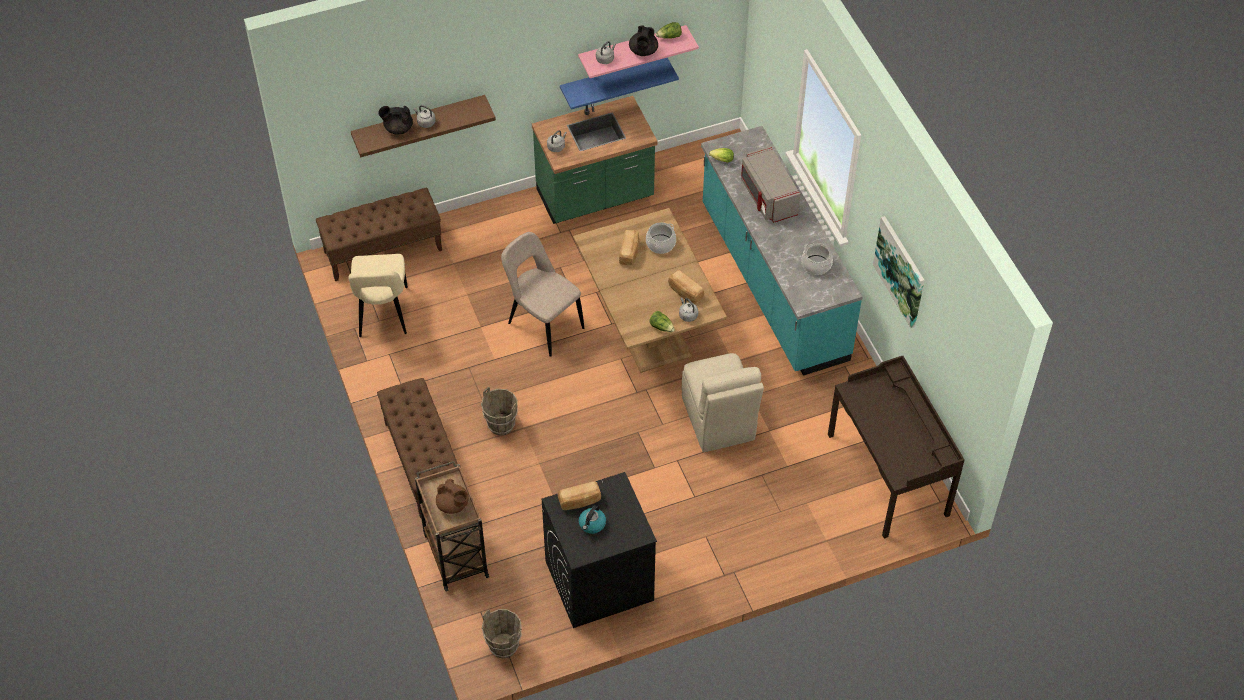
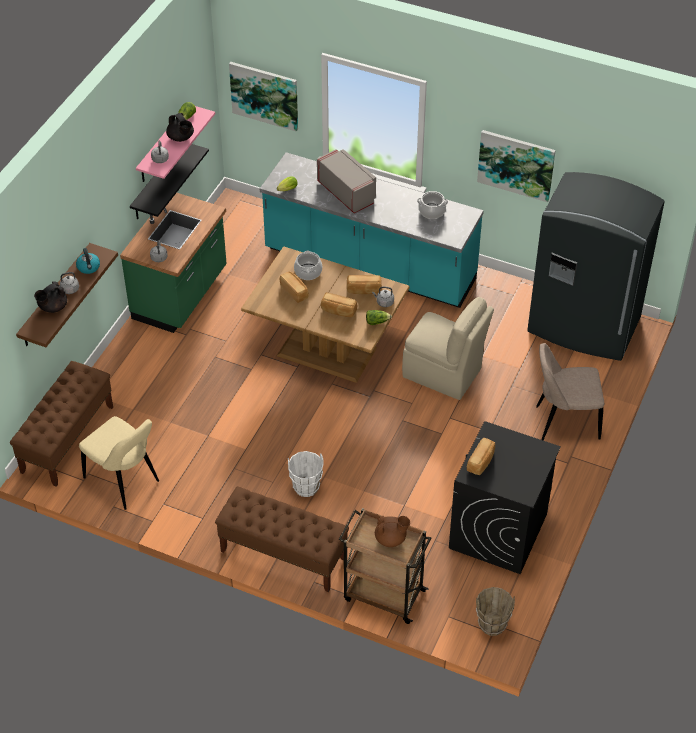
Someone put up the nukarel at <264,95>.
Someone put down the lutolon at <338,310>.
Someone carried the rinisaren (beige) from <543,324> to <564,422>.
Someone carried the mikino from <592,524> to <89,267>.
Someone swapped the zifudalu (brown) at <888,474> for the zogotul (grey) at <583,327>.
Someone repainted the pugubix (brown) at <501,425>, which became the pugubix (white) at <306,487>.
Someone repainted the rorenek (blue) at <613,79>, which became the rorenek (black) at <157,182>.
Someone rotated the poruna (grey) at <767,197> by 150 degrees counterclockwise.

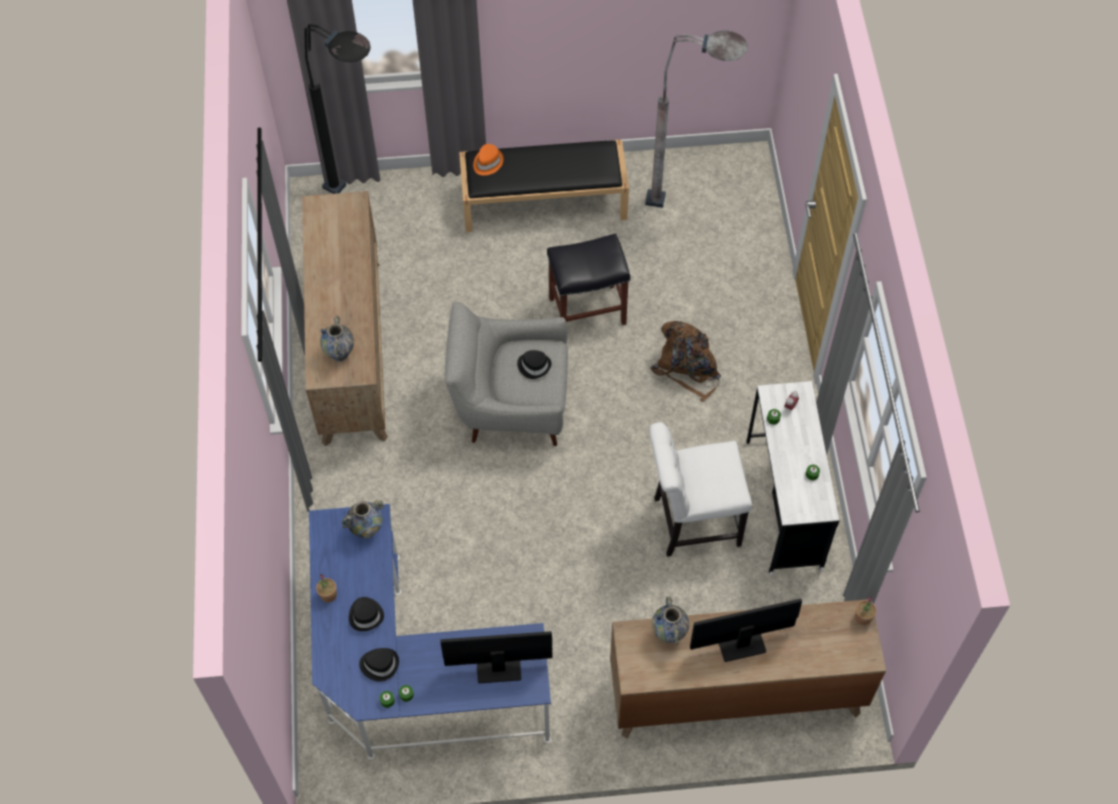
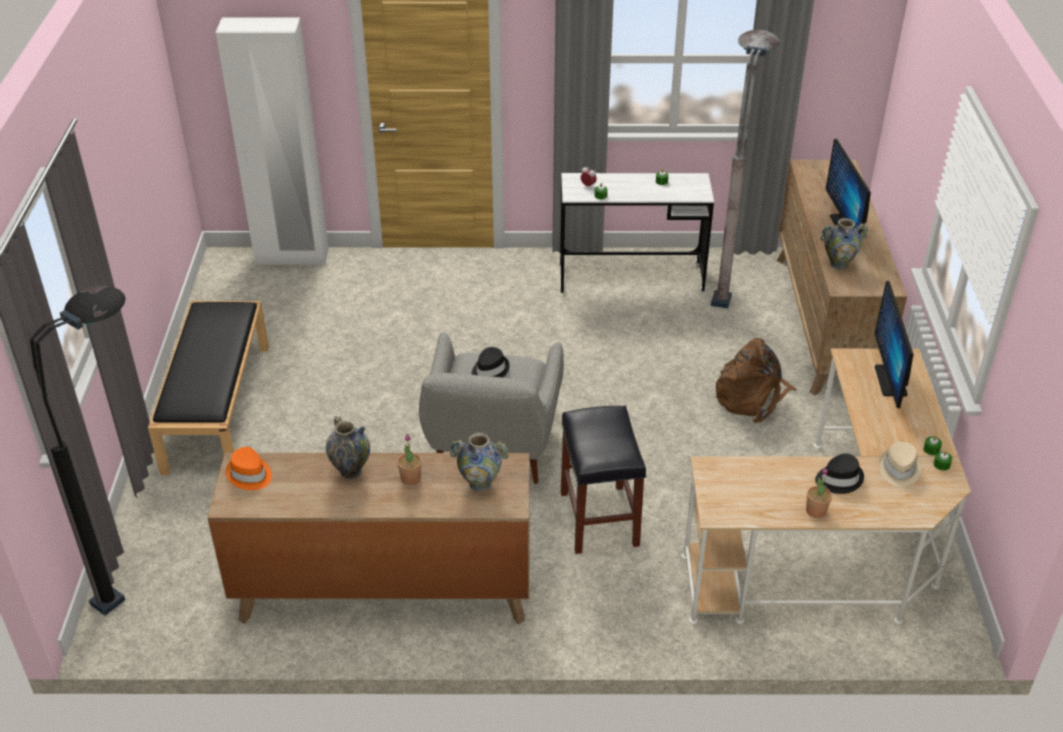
Someone took away the rinisaren (white) at <691,522>.
Someone put down the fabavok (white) at <292,257>.
Someone carried the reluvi from <367,530> to <351,471>.
Someone carried the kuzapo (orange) from <487,162> to <249,475>.
Someone carried the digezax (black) from <588,310> to <598,518>.
Someone carried the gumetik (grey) from <691,205> to <728,279>.
Someone carried the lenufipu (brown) from <687,367> to <752,397>.
Someone carried the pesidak from <863,617> to <410,478>.
Someone repainted the zifudalu (blue) at <411,674>, which became the zifudalu (beige) at <831,548>.
Someone repainted the kuzapo (black) at <379,664>, which became the kuzapo (beige) at <898,469>.

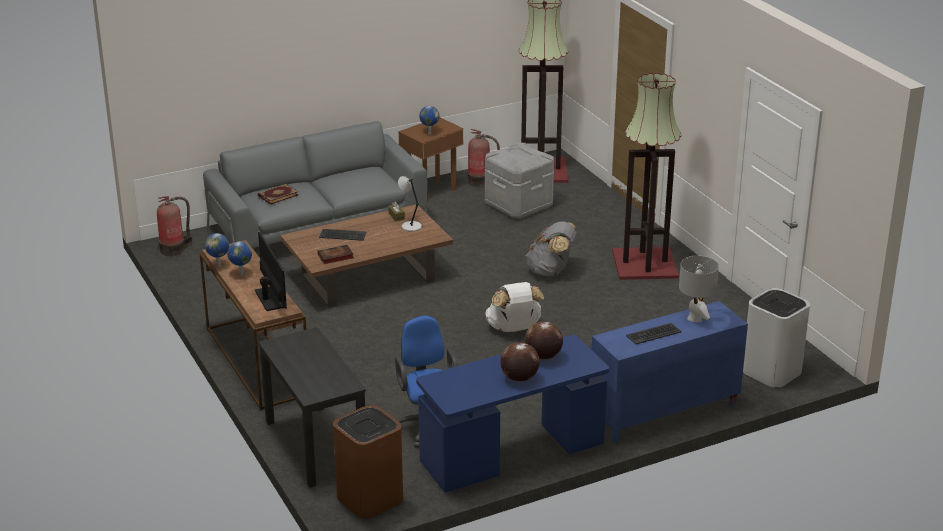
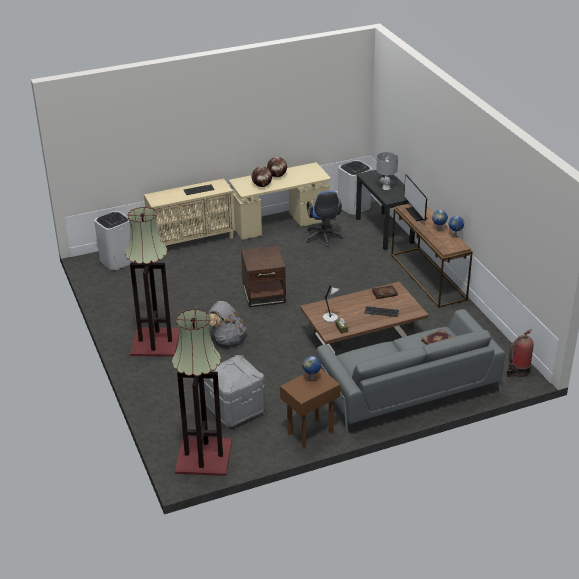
Someone took away the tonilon at <481,182>.
Someone carried the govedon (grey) from <695,318> to <386,187>.
Someone swapped the lenufipu (white) at <514,328> for the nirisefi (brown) at <264,294>.
Someone repainted the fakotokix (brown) at <369,499>, which became the fakotokix (white) at <354,206>.
Someone repainted the zifudalu (blue) at <512,454>, which became the zifudalu (beige) at <280,223>.
Someone repainted the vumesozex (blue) at <663,414>, which became the vumesozex (beige) at <192,240>.

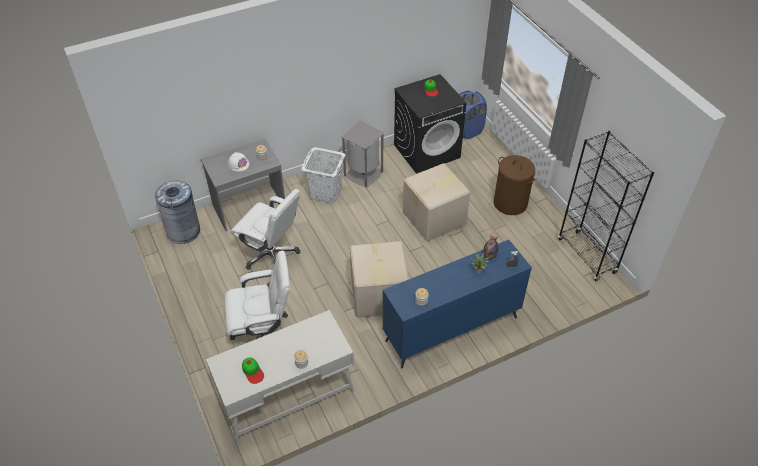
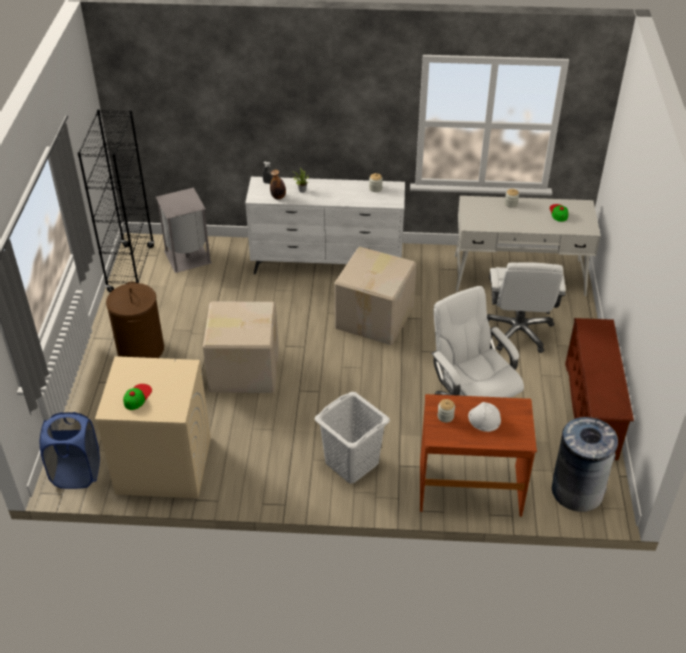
Someone put down the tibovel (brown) at <592,411>.
Someone carried the fakotokix (grey) from <363,174> to <188,256>.
Someone repainted the zifudalu (grey) at <249,208>, which became the zifudalu (brown) at <470,487>.
Someone repainted the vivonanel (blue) at <451,329>, which became the vivonanel (white) at <327,265>.
Someone repainted the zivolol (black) at <427,151>, which became the zivolol (beige) at <163,465>.
Someone rotated the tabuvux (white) at <263,333> by 105 degrees counterclockwise.

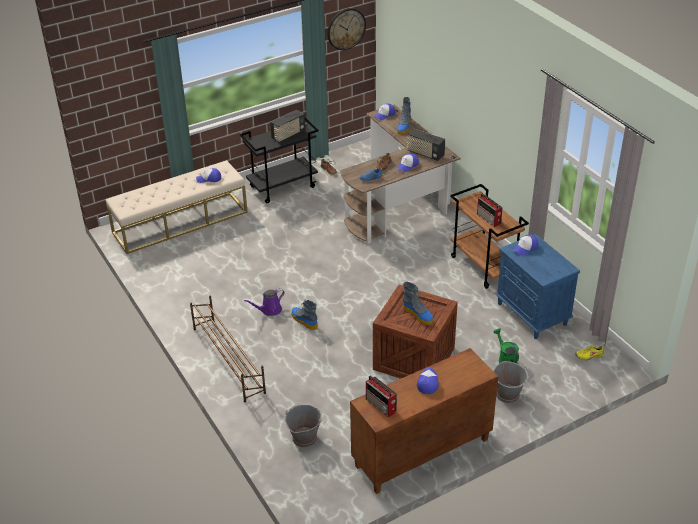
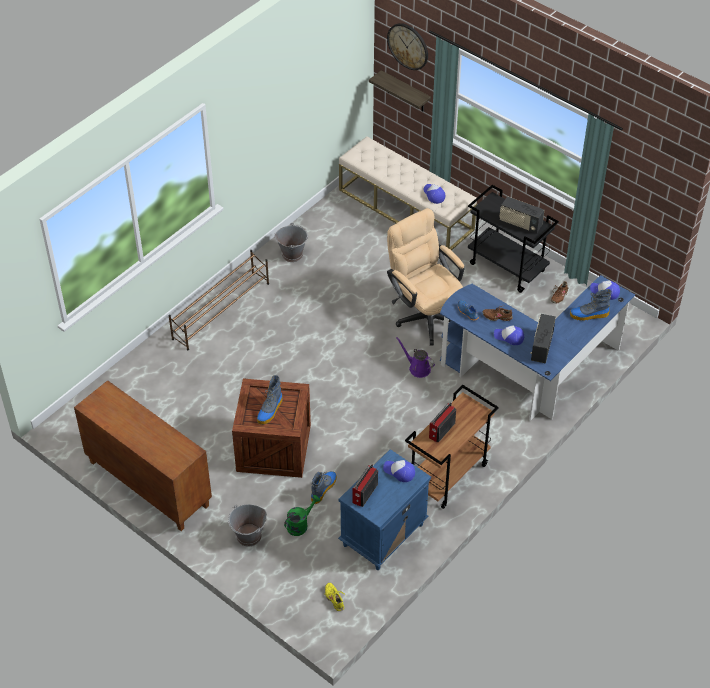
Someone took away the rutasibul at <427,382>.
Someone put up the rorenek at <405,92>.
Someone put down the tabuvux (beige) at <425,313>.
Someone carried the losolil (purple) from <269,310> to <417,368>.
Someone carried the pugubix (grey) from <304,438> to <292,254>.
Someone carried the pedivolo from <303,320> to <323,488>.
Someone carried the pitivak from <346,29> to <408,46>.
Someone carried the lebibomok from <381,406> to <364,494>.
Someone repainted the zifudalu (brown) at <399,202>, which became the zifudalu (blue) at <530,372>.

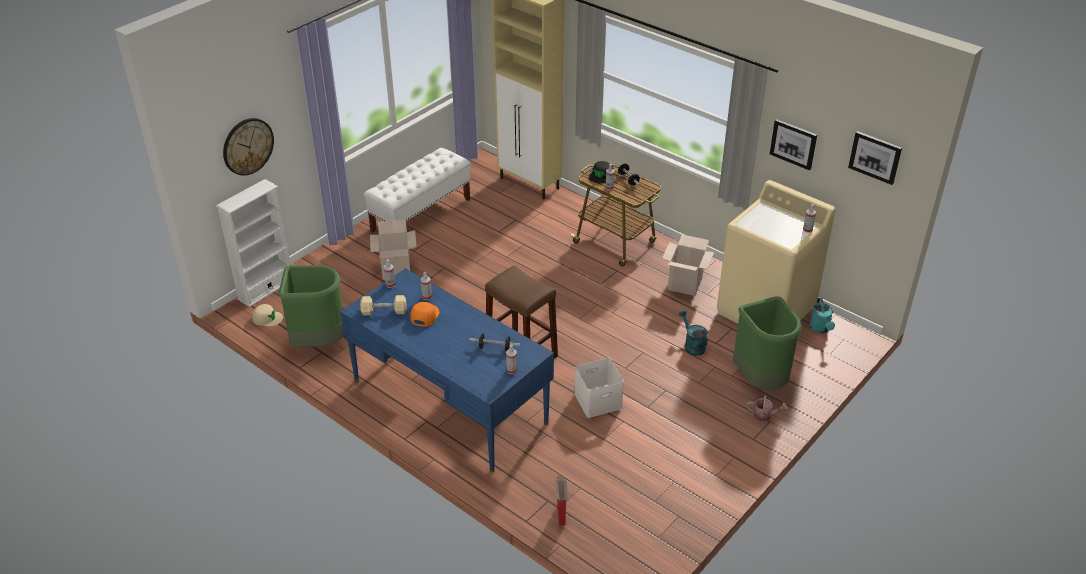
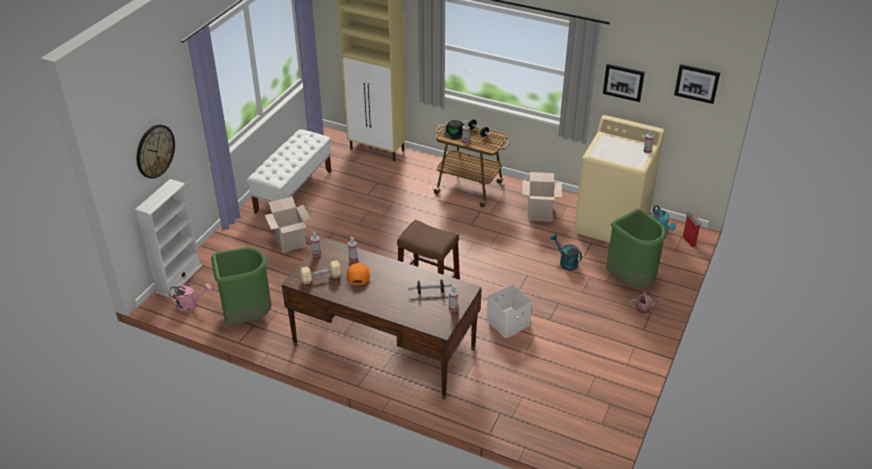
Someone carried the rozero from <561,514> to <688,241>.
Someone swapped the rutasibul (beige) at <267,318> for the losolil (pink) at <191,304>.
Someone repainted the zifudalu (blue) at <449,402>, which became the zifudalu (brown) at <384,347>.

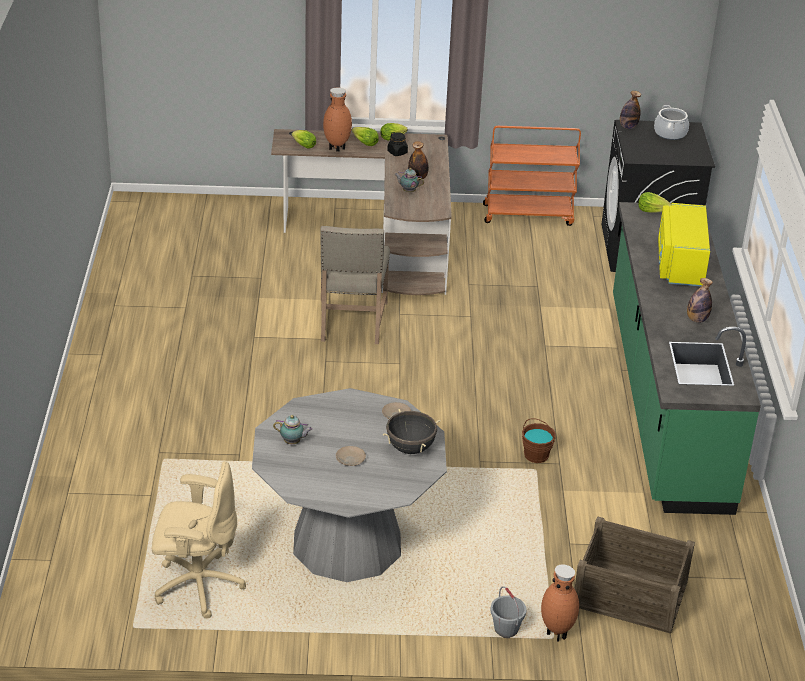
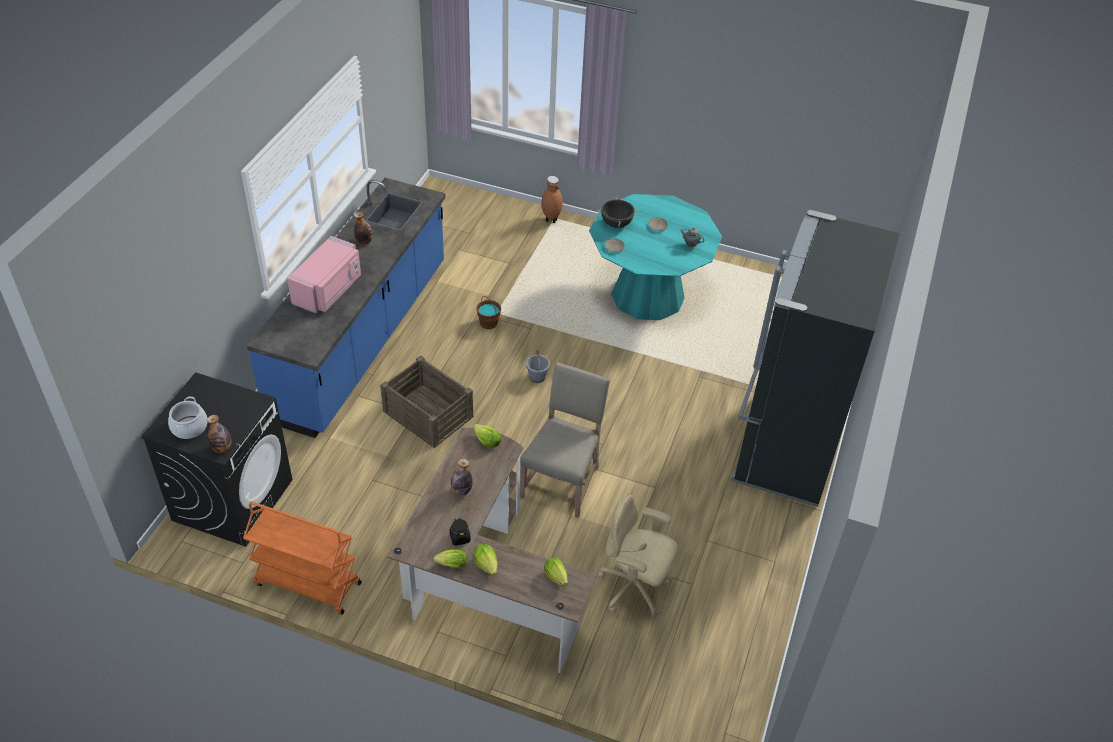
Someone took away the reluvi (brown) at <337,149>.
Someone took away the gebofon at <408,191>.
Someone put down the zogotul (black) at <785,446>.
Someone carried the tabuvux (beige) from <197,585> to <635,588>.
Someone carried the pugubix (grey) from <506,629> to <537,377>.
Someone carried the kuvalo from <629,593> to <428,414>.
Someone carried the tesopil from <652,210> to <486,441>.
Someone repainted the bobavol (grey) at <347,543>, which became the bobavol (turquoise) at <647,296>.
Someone repainted the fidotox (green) at <666,401>, which became the fidotox (blue) at <362,340>.
Someone repainted the poruna (yellow) at <679,263>, which became the poruna (pink) at <329,290>.

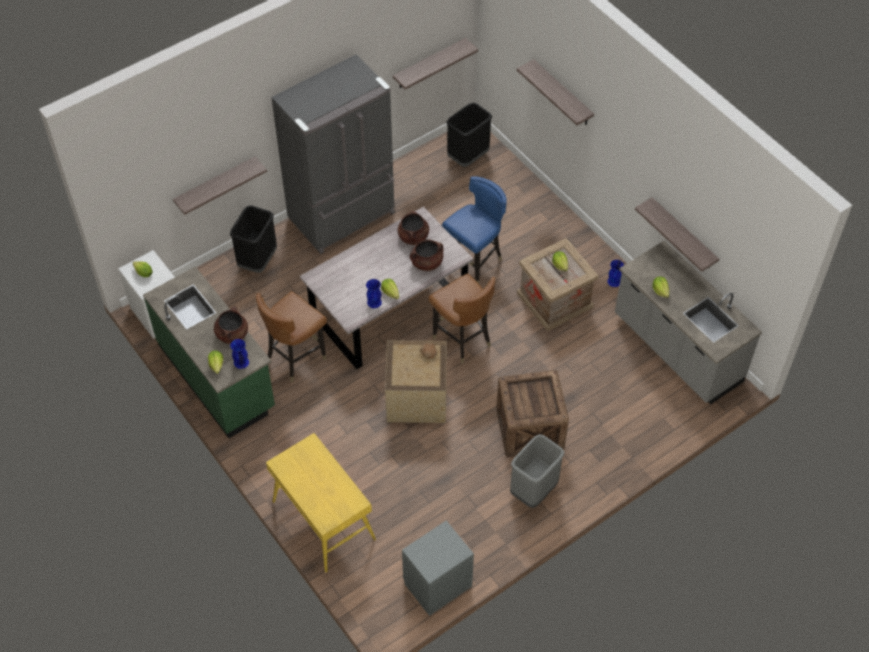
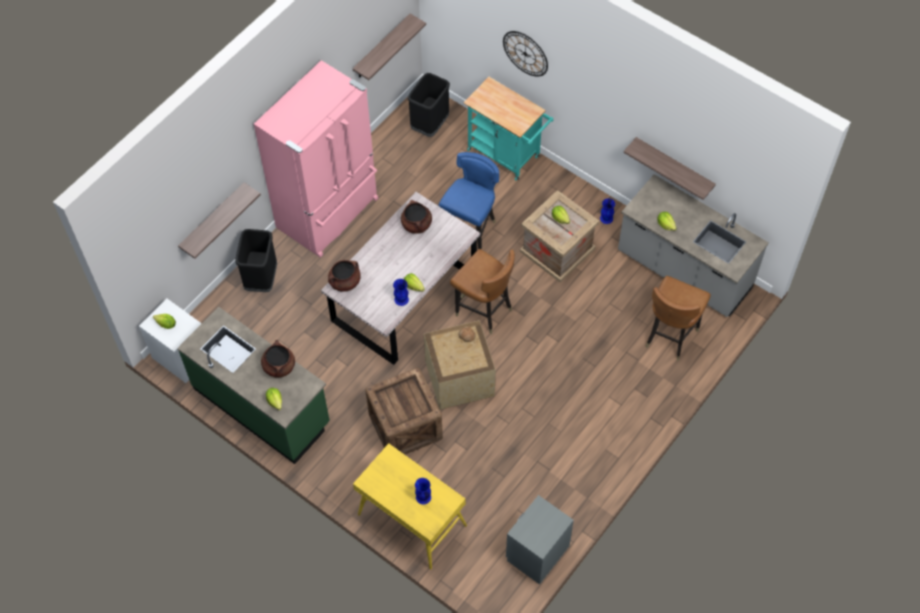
Someone took away the fakotokix (grey) at <534,490>.
Someone put down the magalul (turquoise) at <507,155>.
Someone carried the reluvi (blue) from <241,362> to <423,497>.
Someone carried the rinisaren (brown) from <295,357> to <670,336>.
Someone carried the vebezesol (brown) from <426,263> to <345,282>.
Someone carried the kuvalo from <530,428> to <406,425>.
Someone swapped the rorenek at <562,94> for the pitivak at <525,53>.
Someone repainted the zogotul (grey) at <343,216>, which became the zogotul (pink) at <330,214>.

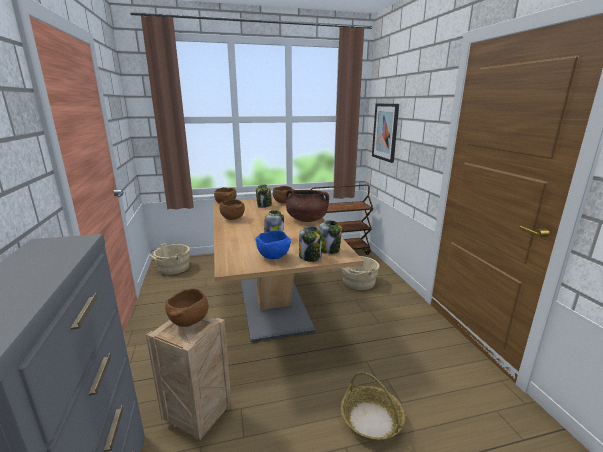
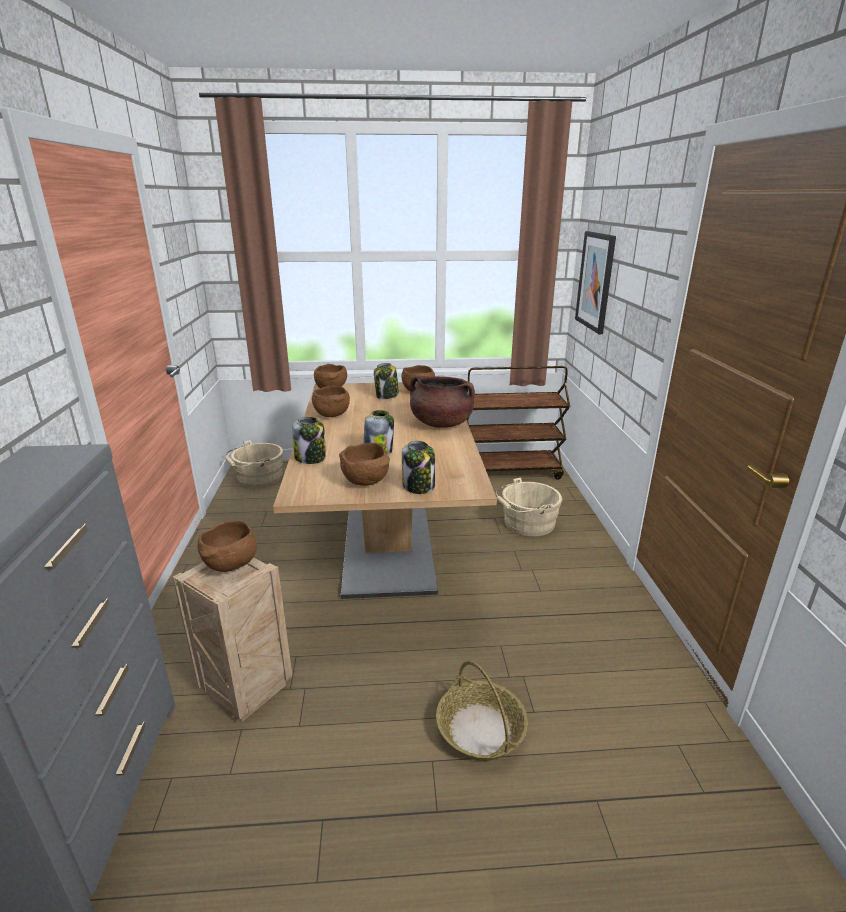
Someone carried the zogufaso from <329,250> to <311,458>.
Someone repainted the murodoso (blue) at <274,257>, which became the murodoso (brown) at <367,482>.

